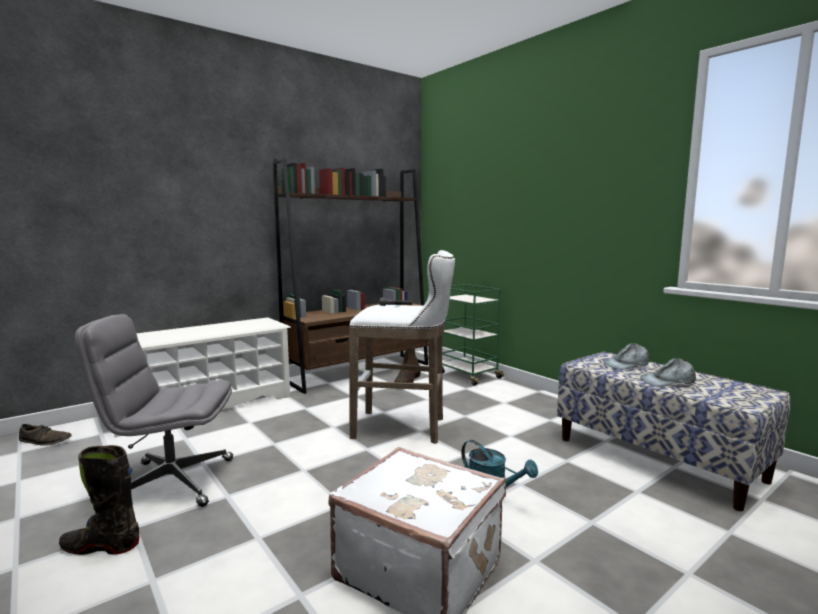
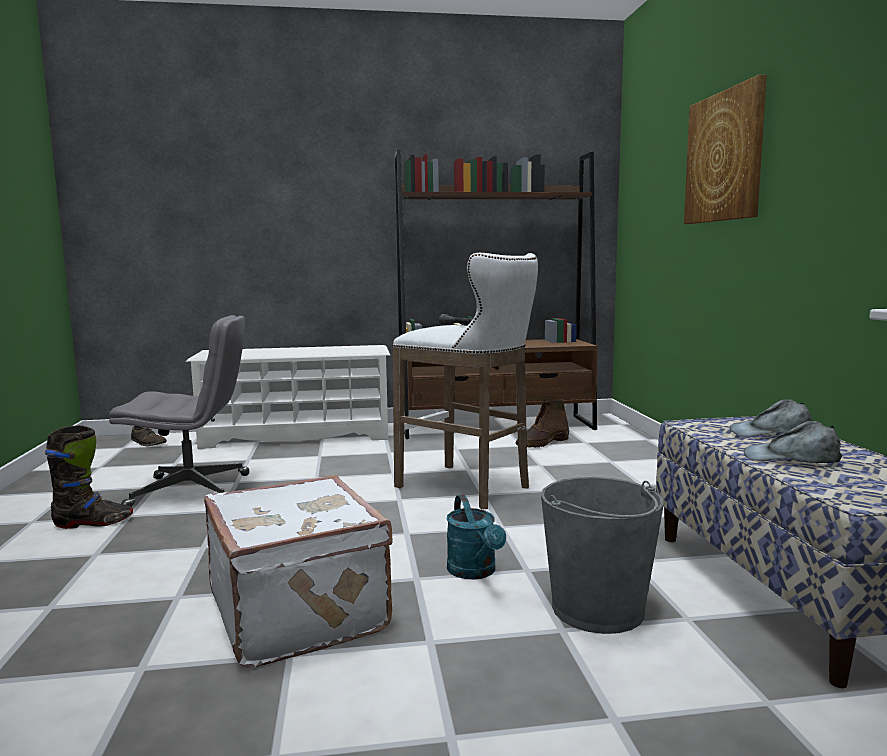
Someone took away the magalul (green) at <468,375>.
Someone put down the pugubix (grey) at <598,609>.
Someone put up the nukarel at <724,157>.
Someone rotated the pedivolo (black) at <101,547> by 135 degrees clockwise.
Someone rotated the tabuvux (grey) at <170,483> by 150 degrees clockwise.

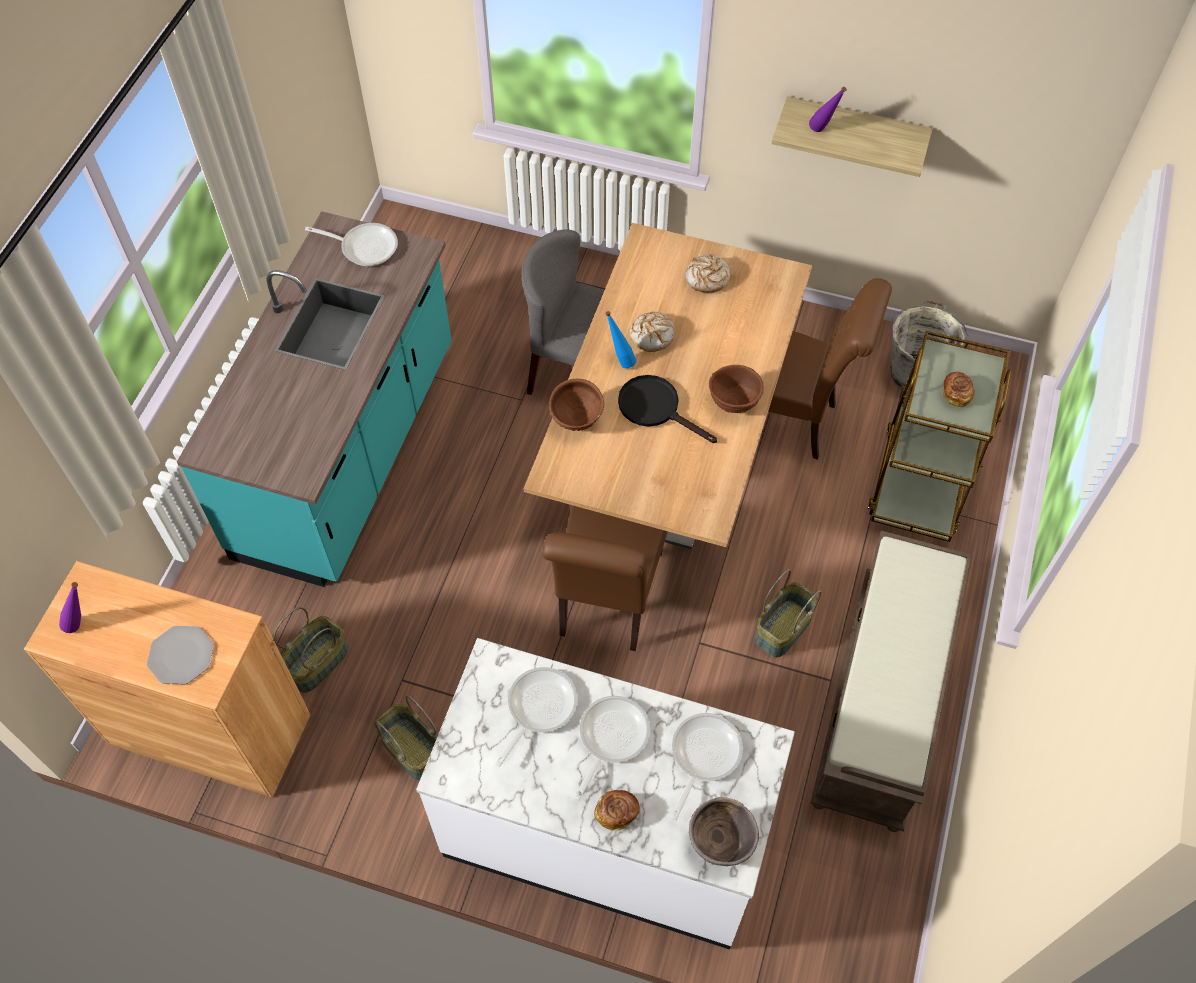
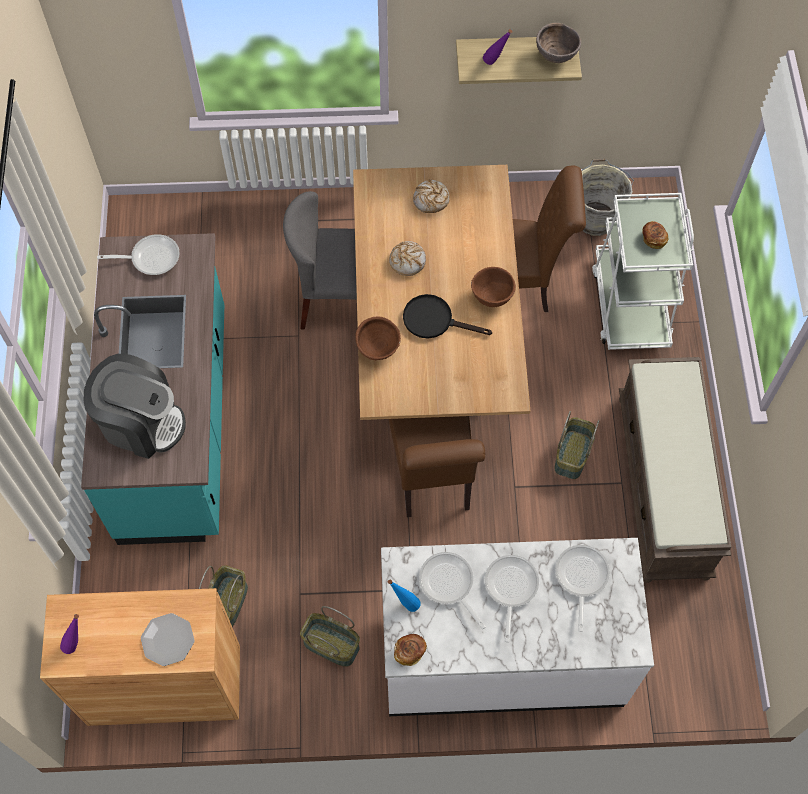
Someone put down the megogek at <141,423>.
Someone carried the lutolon from <617,813> to <410,651>.
Someone carried the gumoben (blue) from <620,360> to <404,603>.
Someone carried the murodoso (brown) from <720,842> to <556,57>.
Someone repainted the magalul (brown) at <920,481>, which became the magalul (white) at <630,304>.
Someone rotated the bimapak at <538,708> by 45 degrees counterclockwise.

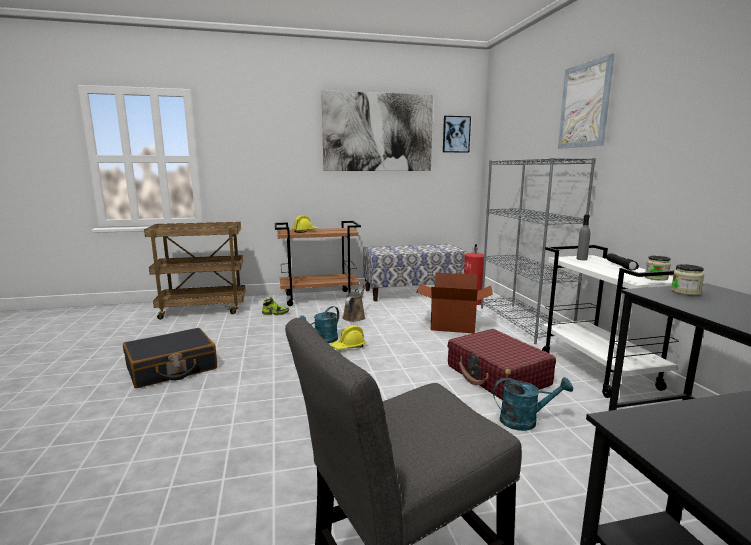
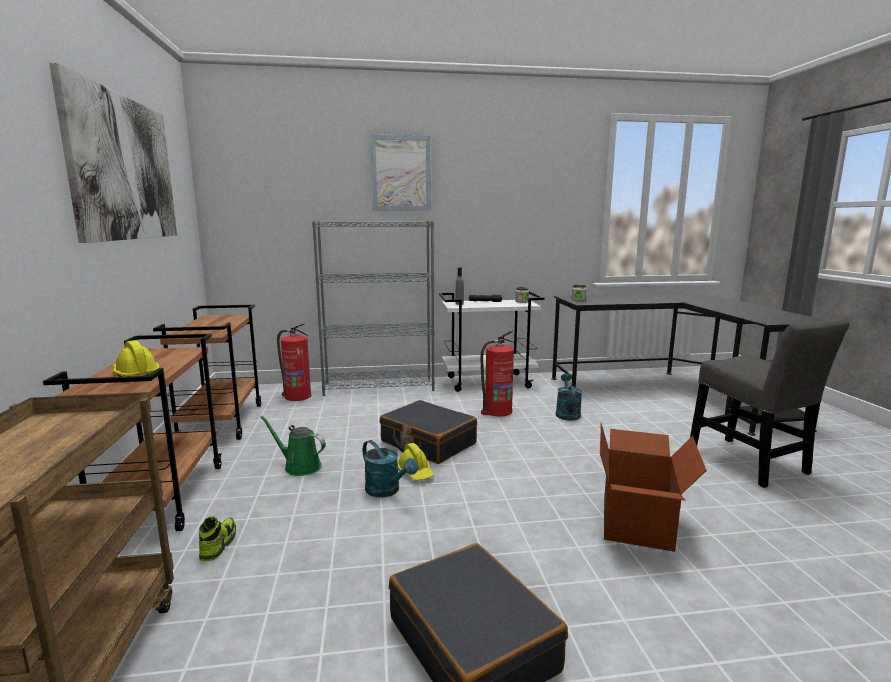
Someone took away the nukarel at <456,134>.
Someone put down the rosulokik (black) at <427,443>.
Someone carried the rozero from <453,326> to <638,523>.
Someone swapped the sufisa at <413,292> for the magalul (brown) at <221,422>.
Someone swapped the rosulokik (red) at <497,376> for the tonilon at <497,411>.
Someone repainted the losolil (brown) at <355,316>, which became the losolil (green) at <299,466>.

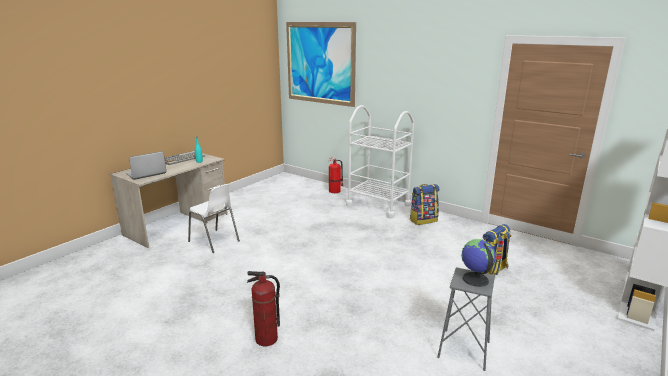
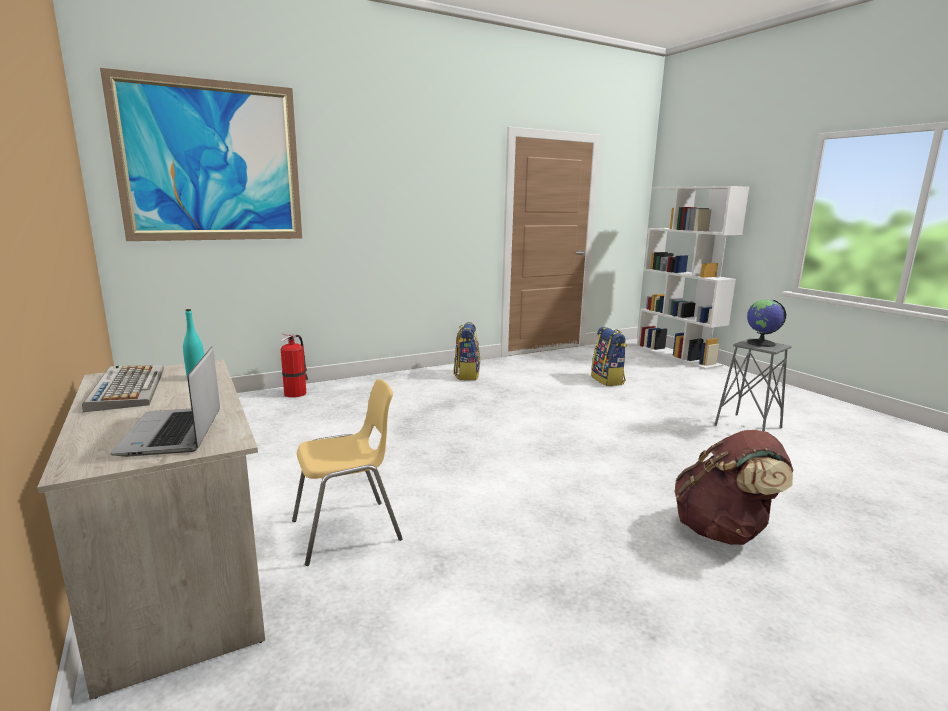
Someone took away the magalul (white) at <378,205>.
Someone swapped the tonilon at <266,339> for the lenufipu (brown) at <723,531>.
Someone repainted the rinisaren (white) at <214,241>, which became the rinisaren (yellow) at <348,531>.

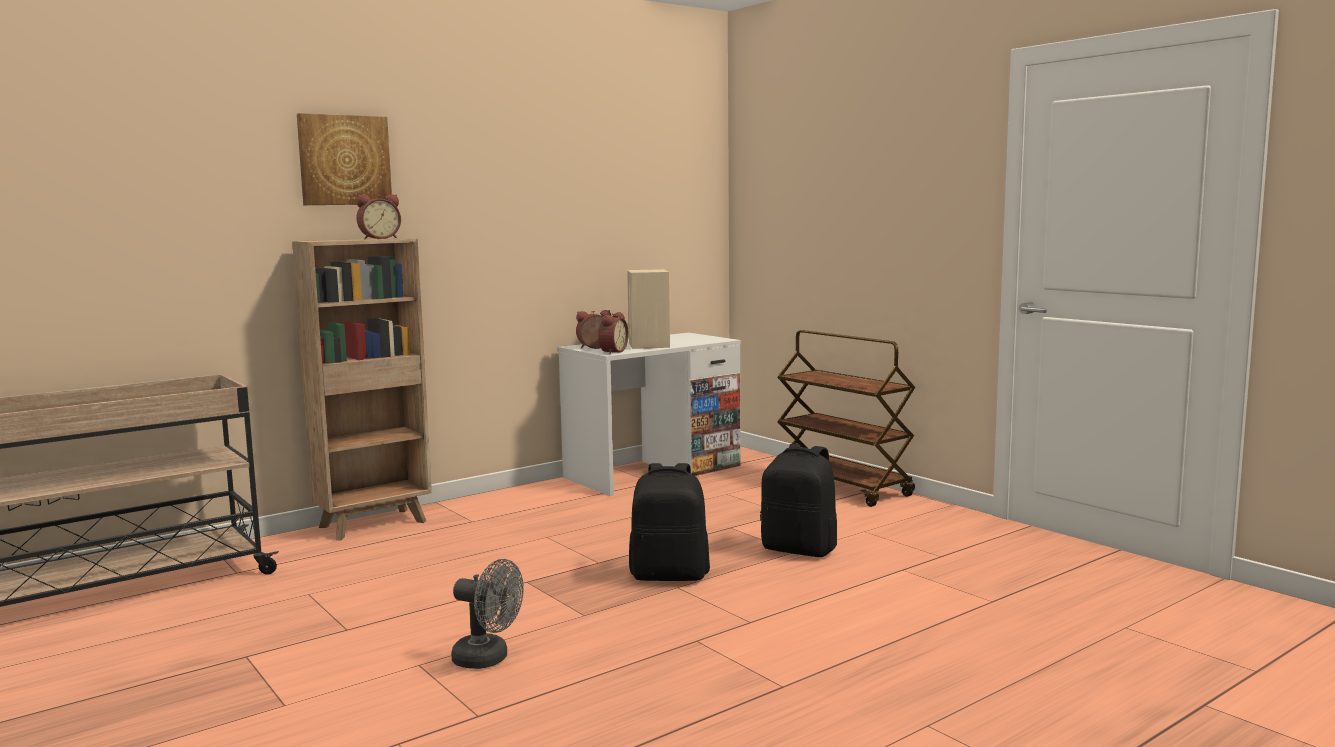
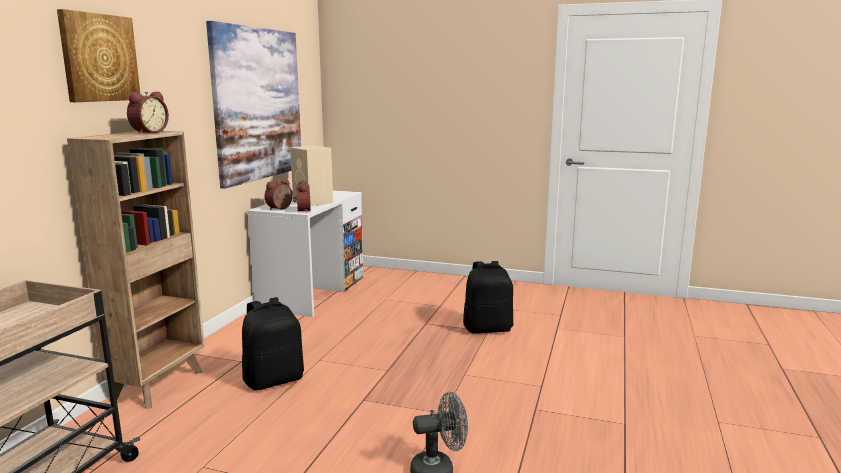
Someone took away the magalul (brown) at <843,487>.
Someone put up the nukarel at <258,104>.
Someone carried the lenufipu (black) from <670,575> to <274,380>.

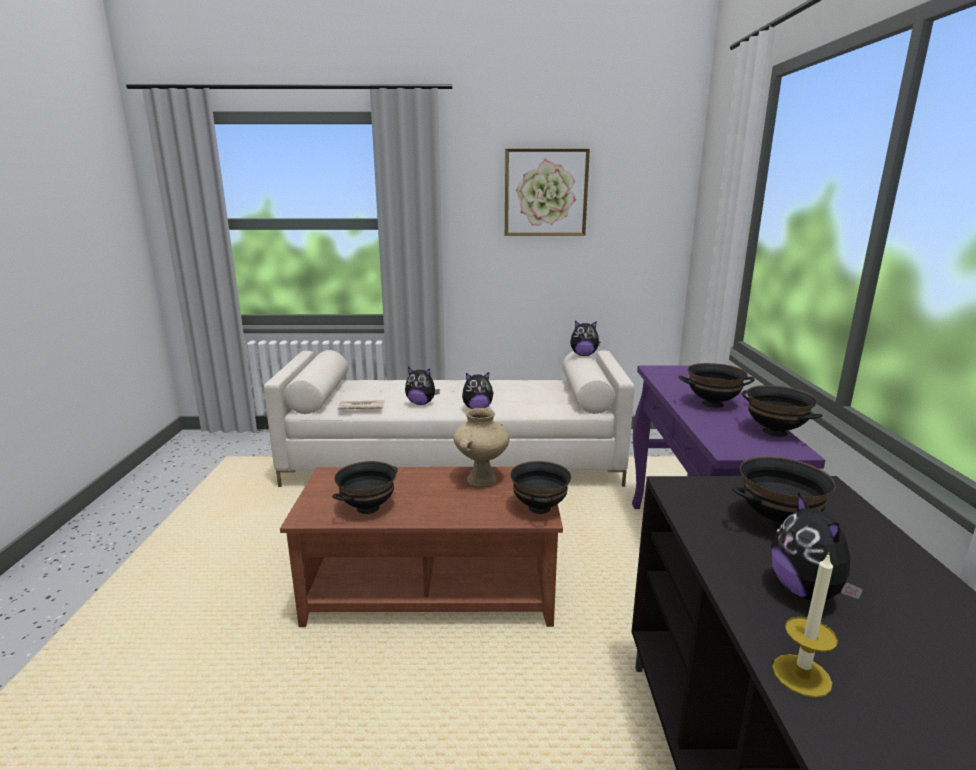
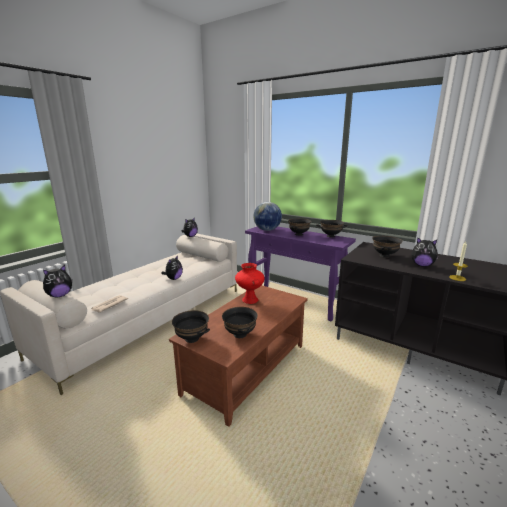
Someone took away the nukarel at <545,193>.
Someone put down the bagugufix at <267,230>.
Someone carried the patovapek from <421,403> to <60,295>.
Someone carried the murodoso (black) from <538,508> to <191,339>.
Someone repainted the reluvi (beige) at <481,479>, which became the reluvi (red) at <249,300>.

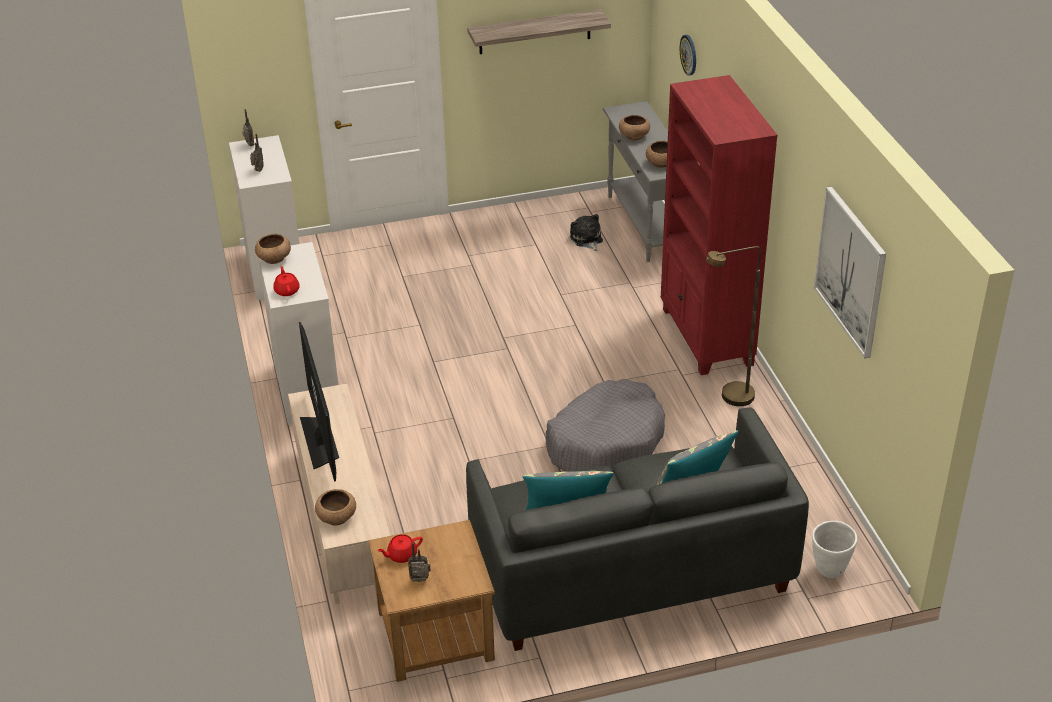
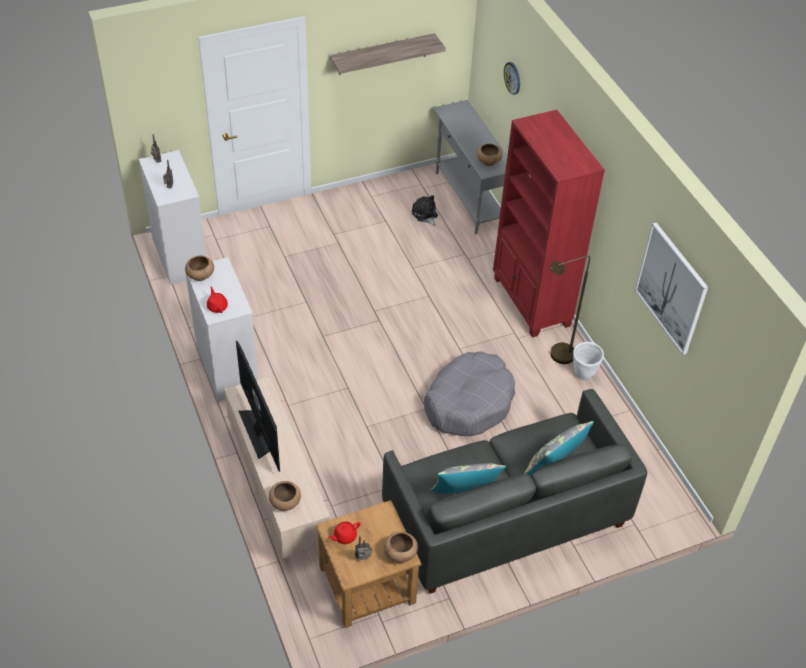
Someone carried the murodoso (brown) from <634,136> to <400,553>.
Someone carried the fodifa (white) from <829,569> to <583,374>.

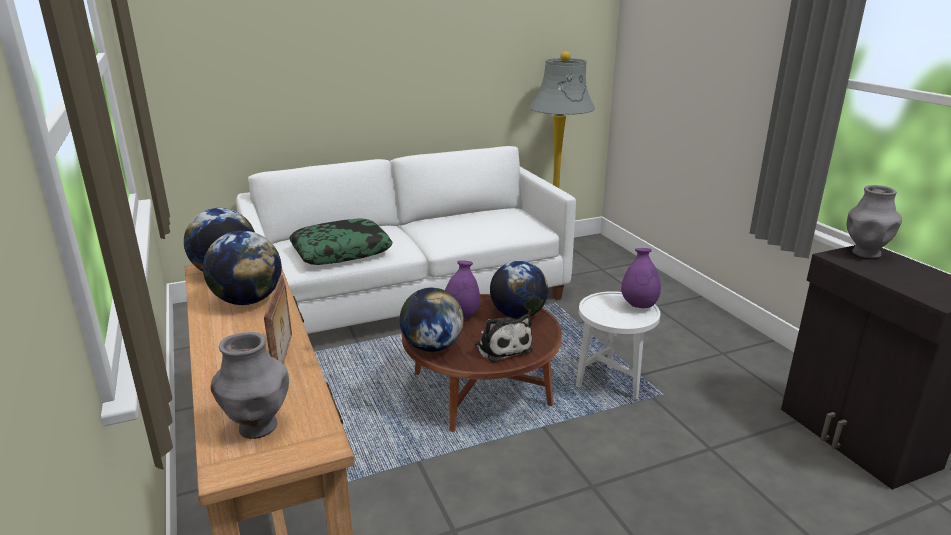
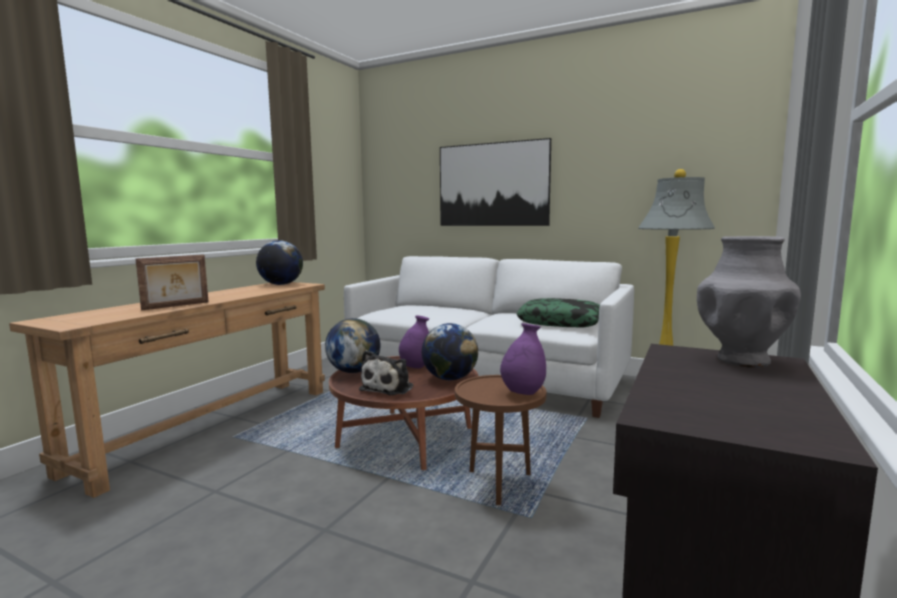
Someone took away the bagugufix at <248,300>.
Someone took away the reluvi (grey) at <257,427>.
Someone put up the nukarel at <492,184>.
Someone carried the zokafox from <341,251> to <560,322>.
Someone repainted the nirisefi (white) at <611,386>, which became the nirisefi (brown) at <499,486>.

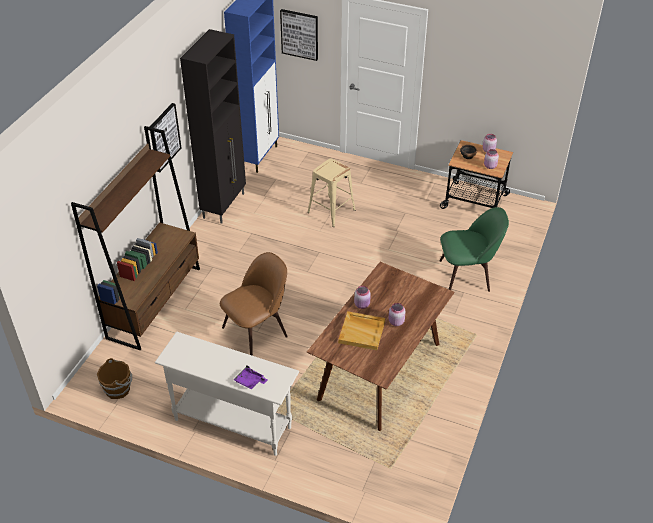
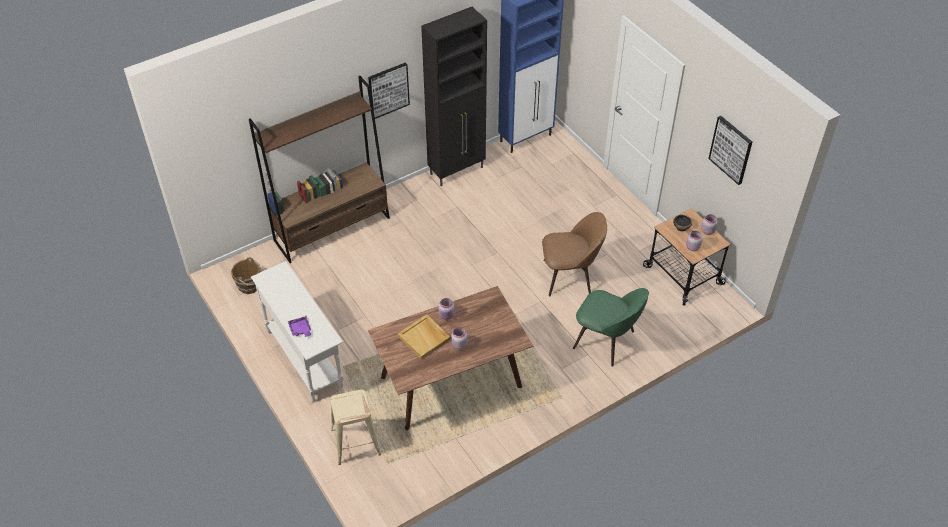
Someone carried the rinisaren (brown) from <257,330> to <569,276>.
Someone carried the nukarel from <299,34> to <731,149>.
Someone carried the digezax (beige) from <331,211> to <355,441>.

